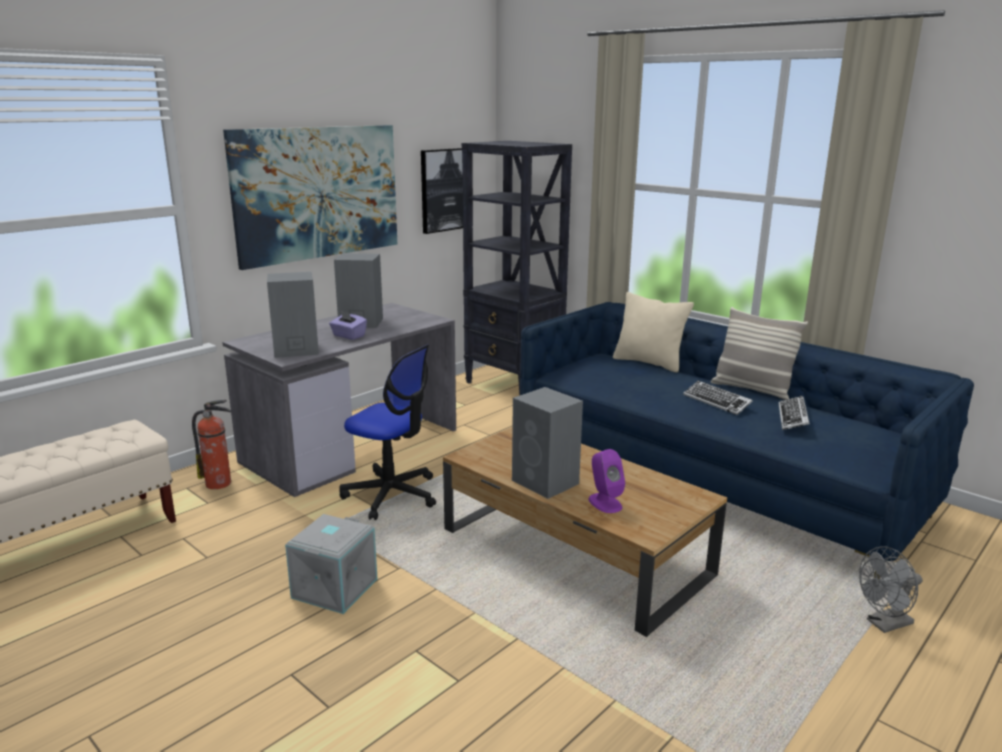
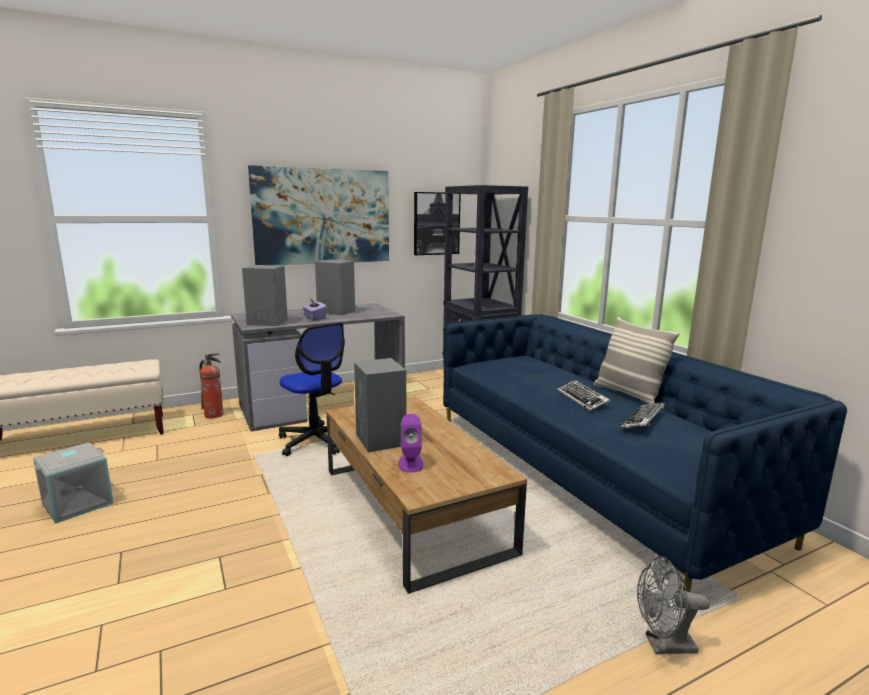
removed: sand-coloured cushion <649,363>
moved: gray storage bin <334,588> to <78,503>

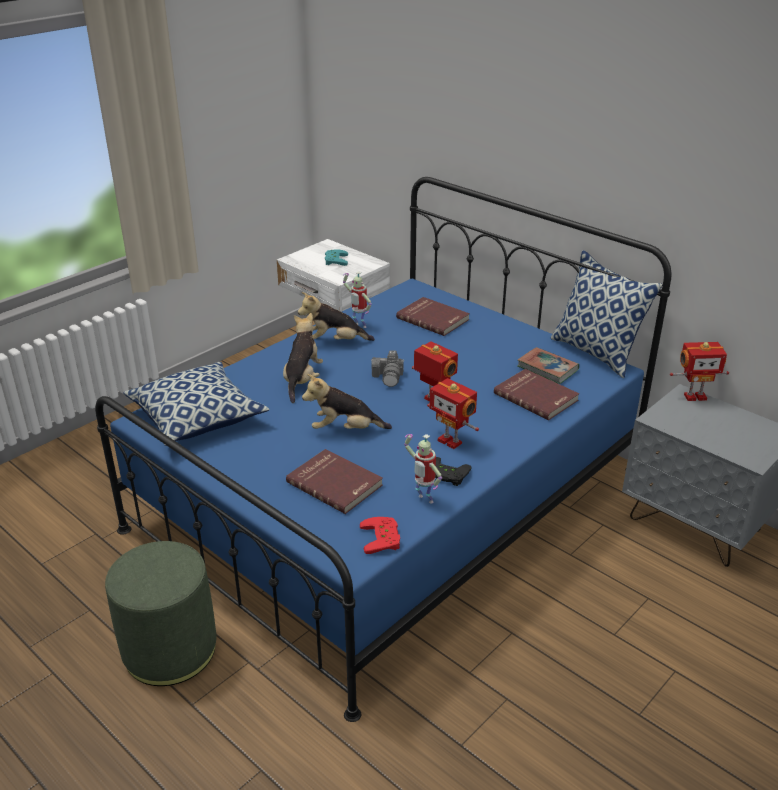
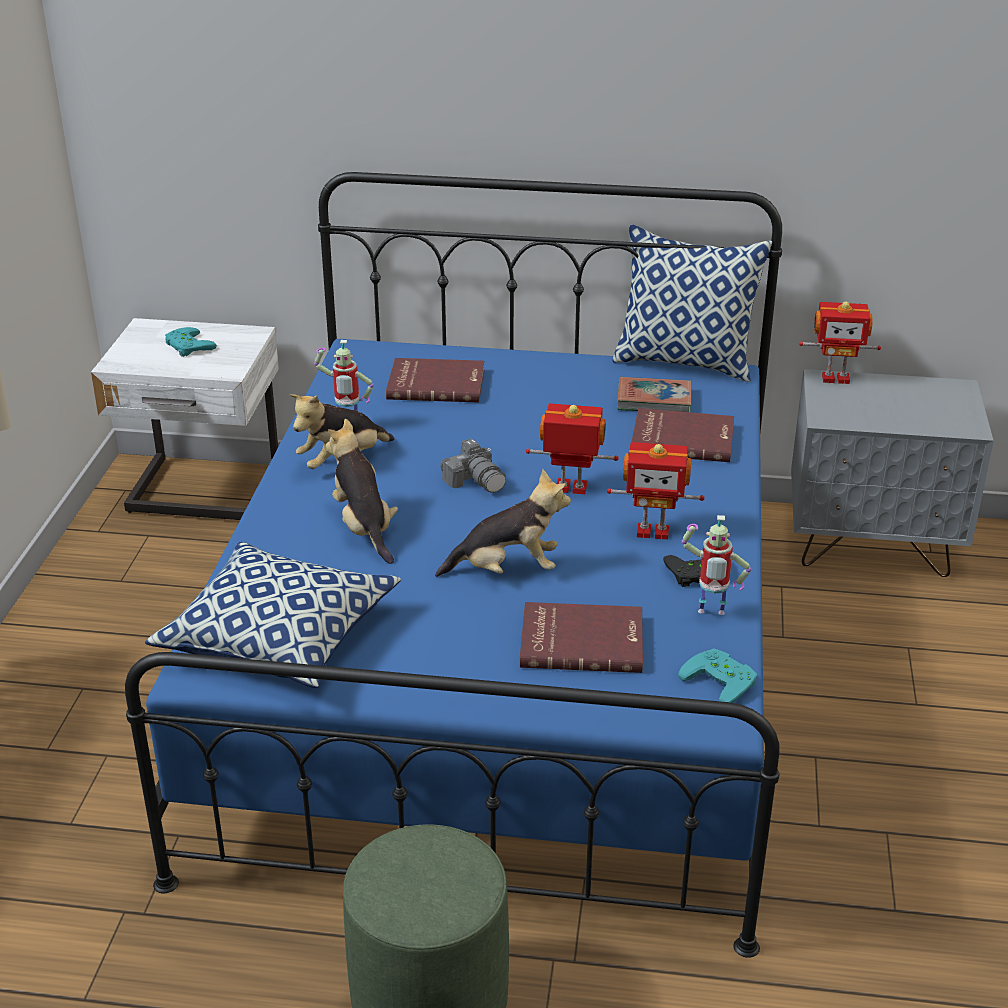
recoloured: red joypad <383,538> to turquoise joypad <722,680>
turned: soft toy <345,430> = <507,570> 150 degrees counterclockwise; robot figure <694,396> = <835,378> 45 degrees clockwise

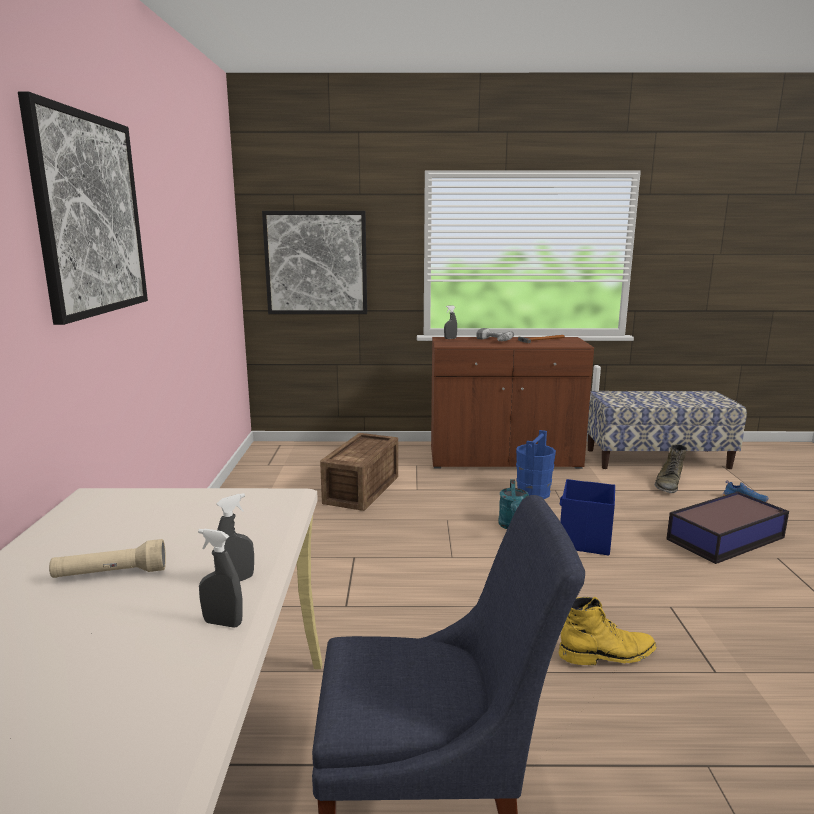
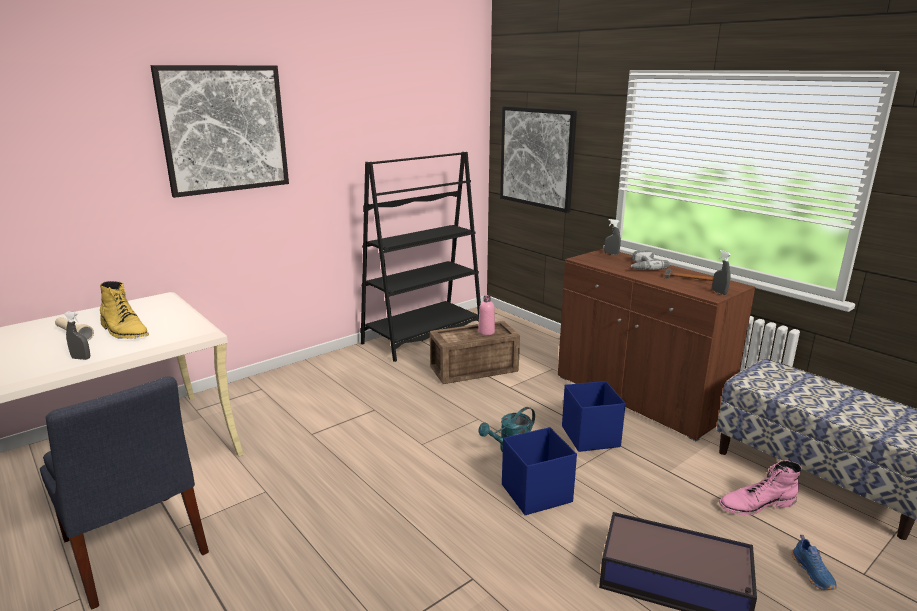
added: black bookcase <423,337>; pink-coloured drink bottle <486,332>
moved: gray hand sprayer <223,623> to <719,292>; yellowish tall boot <607,654> to <124,331>
replaced: blue-coloured pail <533,493> to blue-coloured storage bin <590,436>
recoloured: greenish tall boot <668,484> to pink-coloured tall boot <756,504>

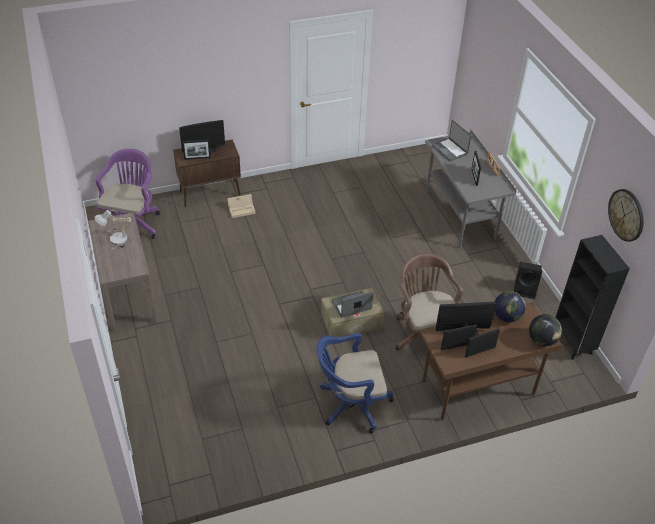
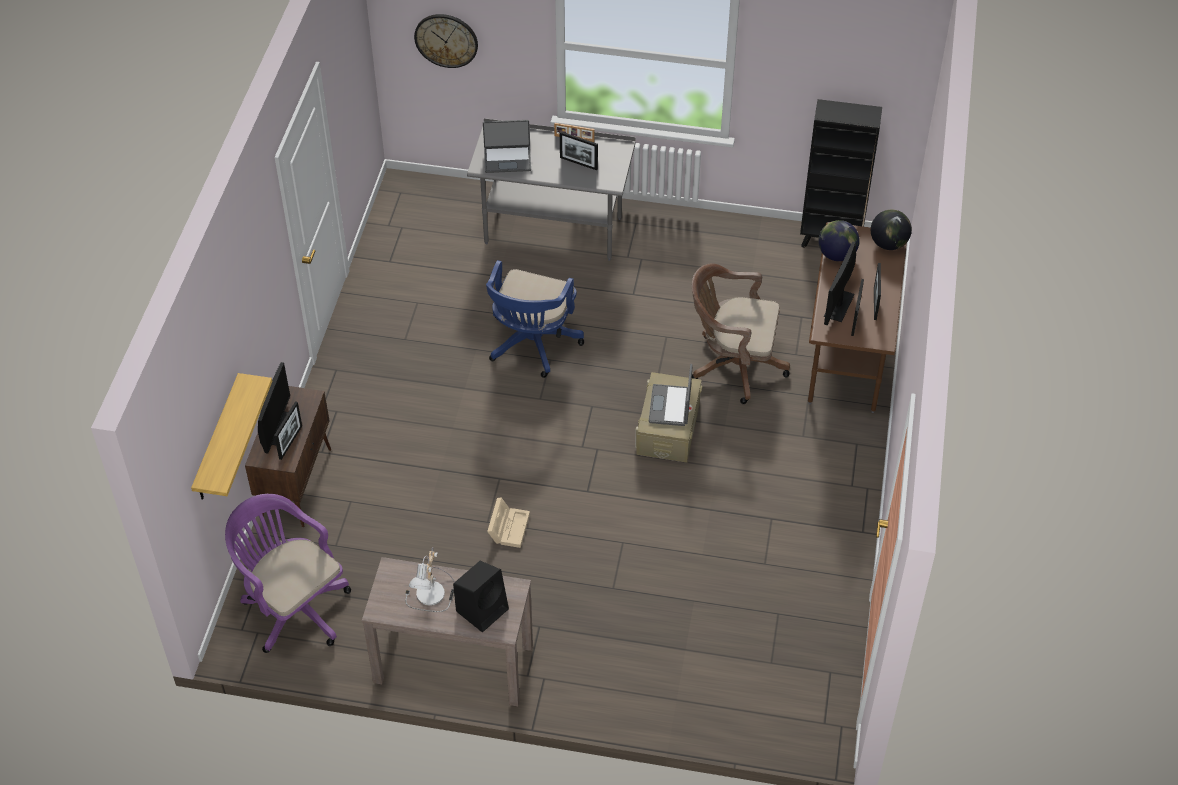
added: wall shelf <217,440>
moved: sand-coloured storage bin <242,209> to <509,527>; blue-coloured office chair <350,404> to <532,346>; black audio speaker <525,289> to <483,609>; wall clock <626,215> to <446,40>

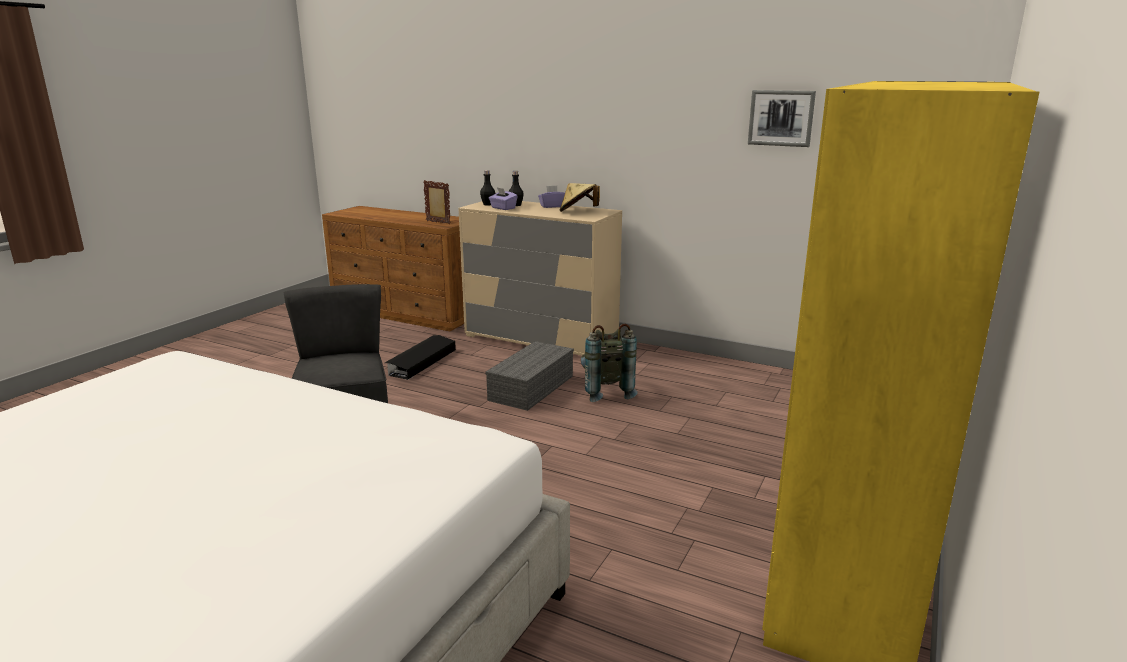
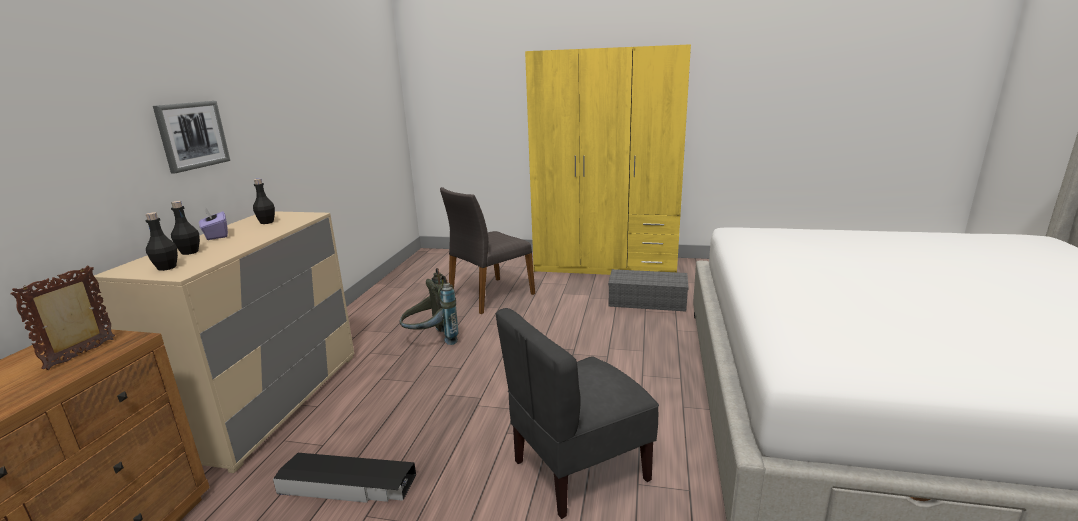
removed: purple-coloured tissue box <503,208>
added: gray chair <490,296>
moved: gray storage bin <531,387> to <646,301>; picture <781,118> to <192,135>
replaced: sand-coloured wearable hat <578,212> to black drink bottle <267,222>

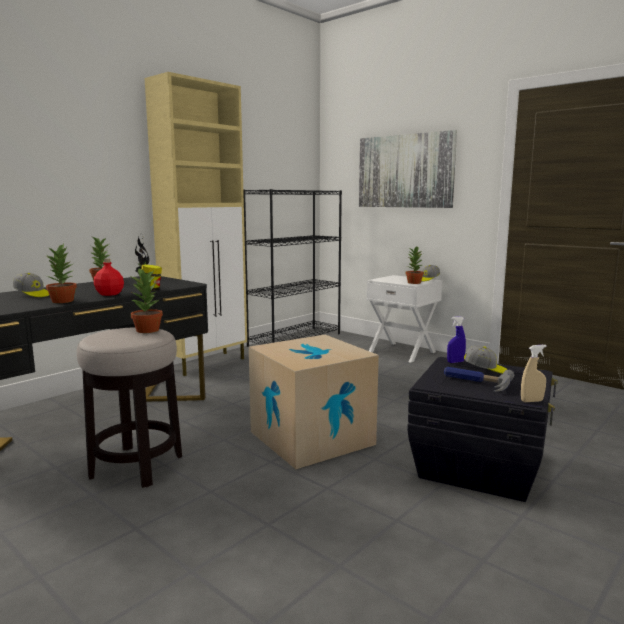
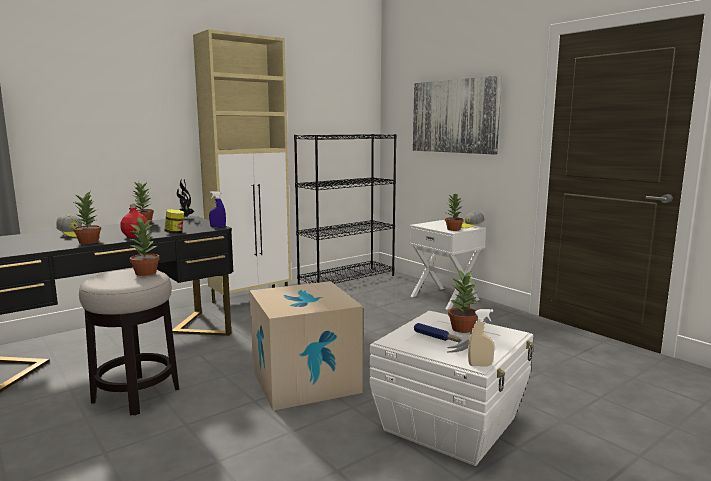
moved: blue-coloured hand sprayer <455,362> to <218,227>
replaced: peaked cap <486,370> to plant in a pot <462,328>
recoloured: black storage bin <479,466> to white-coloured storage bin <451,424>

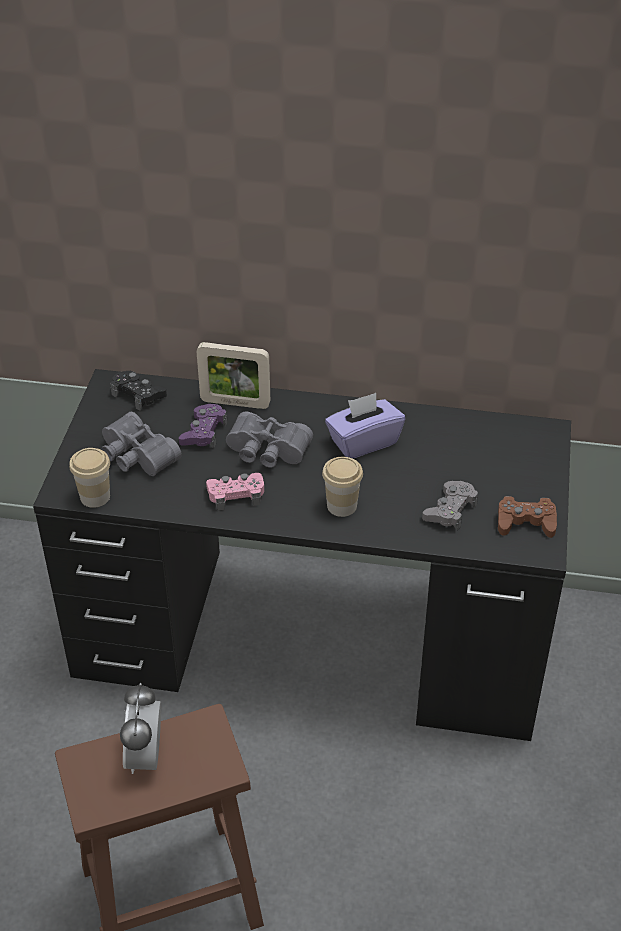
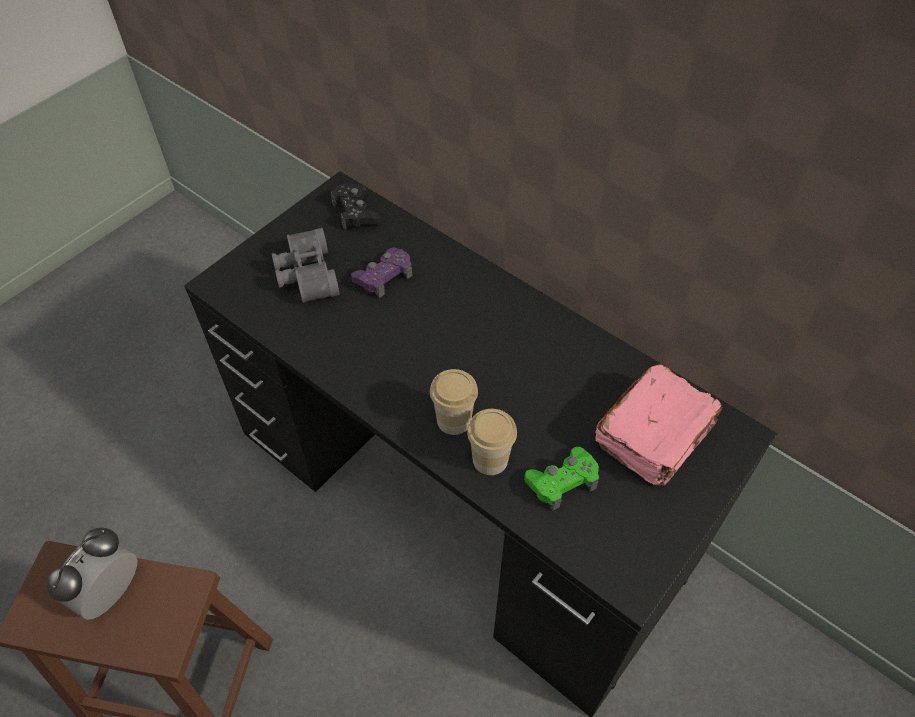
removed: standing frame <235,403>; pink-coloured joypad <236,495>; gray binoculars <266,452>; purple-coloured tissue box <363,441>; brown joypad <525,522>
added: pink-coloured bound book <655,435>
moved: small cup <95,497> to <490,459>
recoloured: gray joypad <450,510> to greenish joypad <562,481>

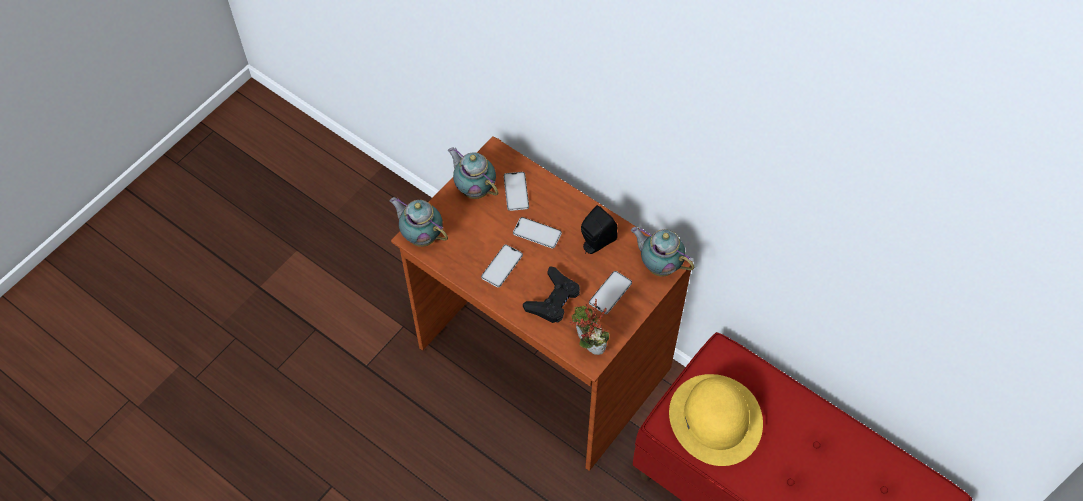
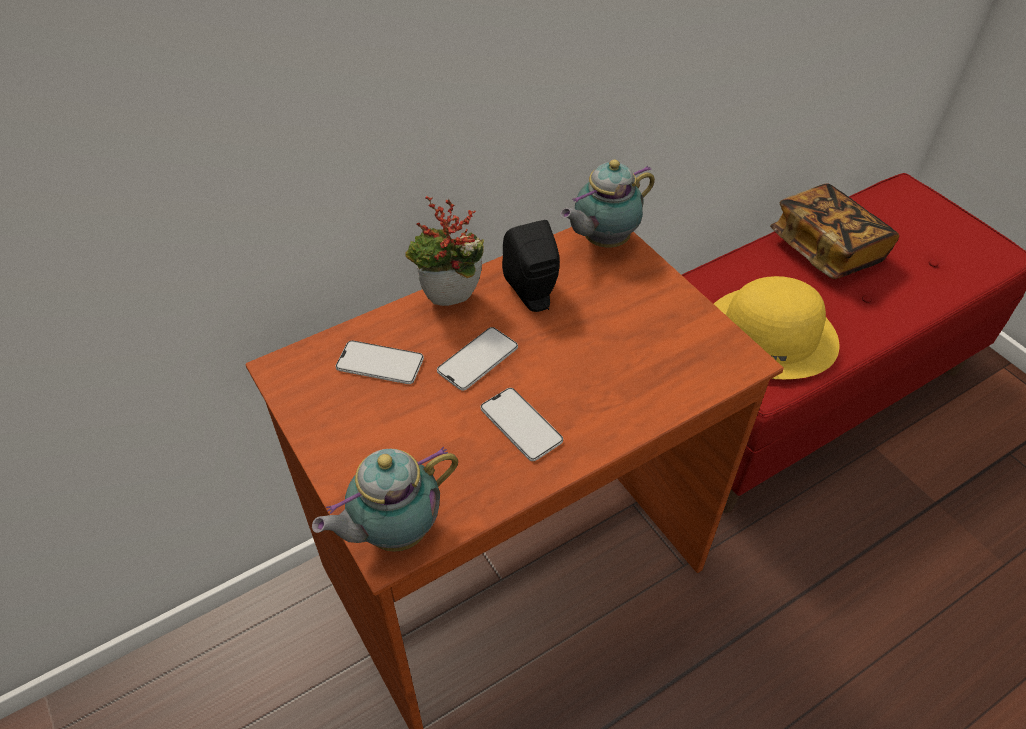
removed: tea pot <474,189>; black joypad <553,299>; handset <610,292>
added: bound book <826,249>
moved: plant in a pot <587,346> to <450,303>

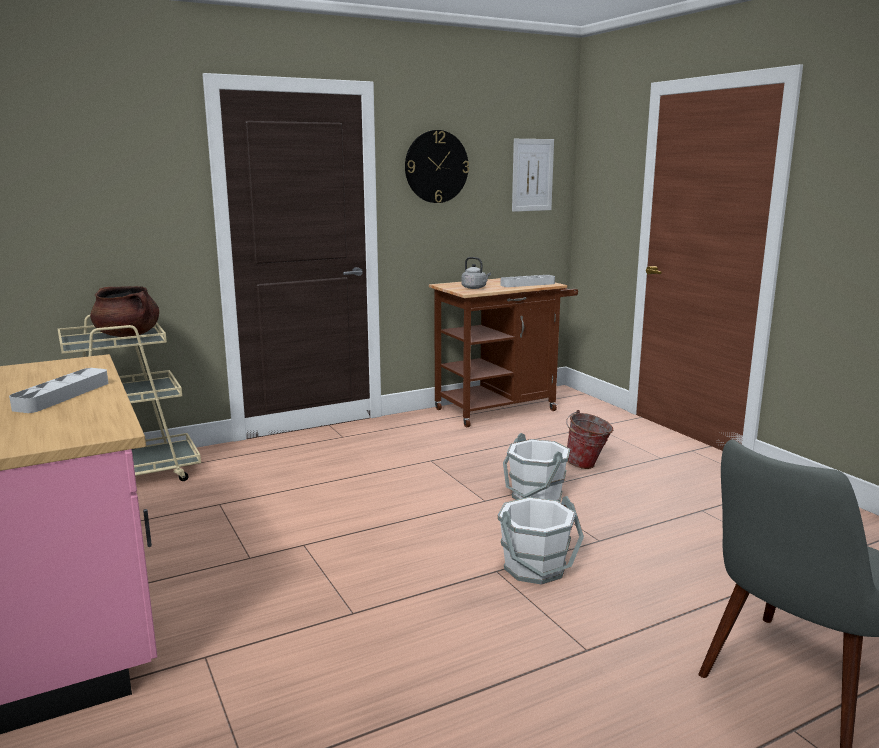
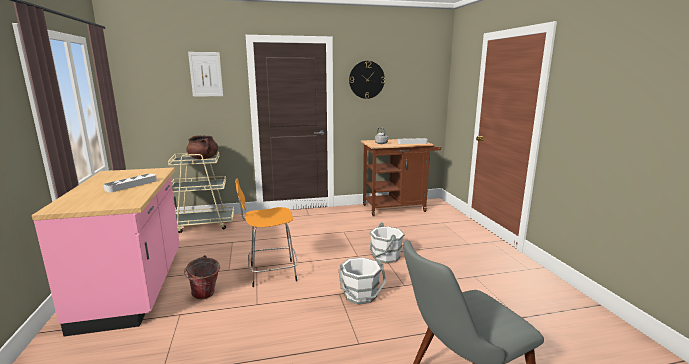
added: orange-coloured sitting stool <271,273>
moved: picture <532,175> to <206,74>; pail <587,466> to <205,296>

